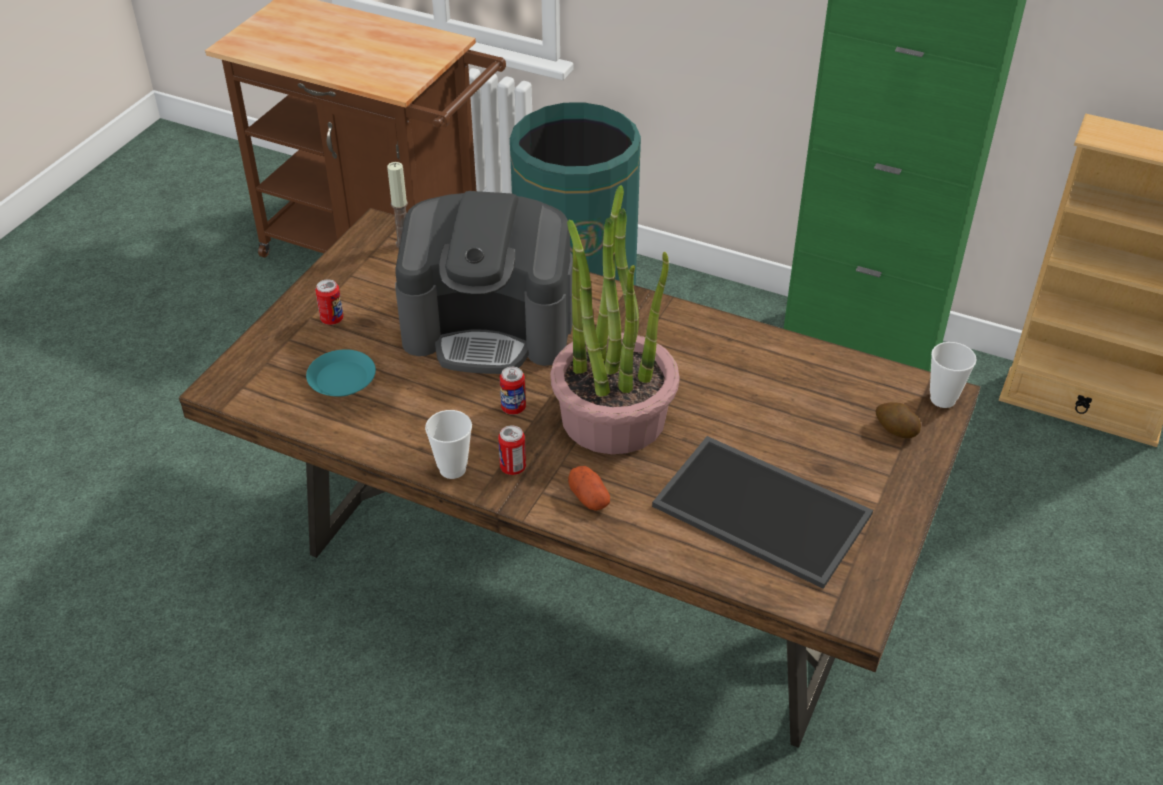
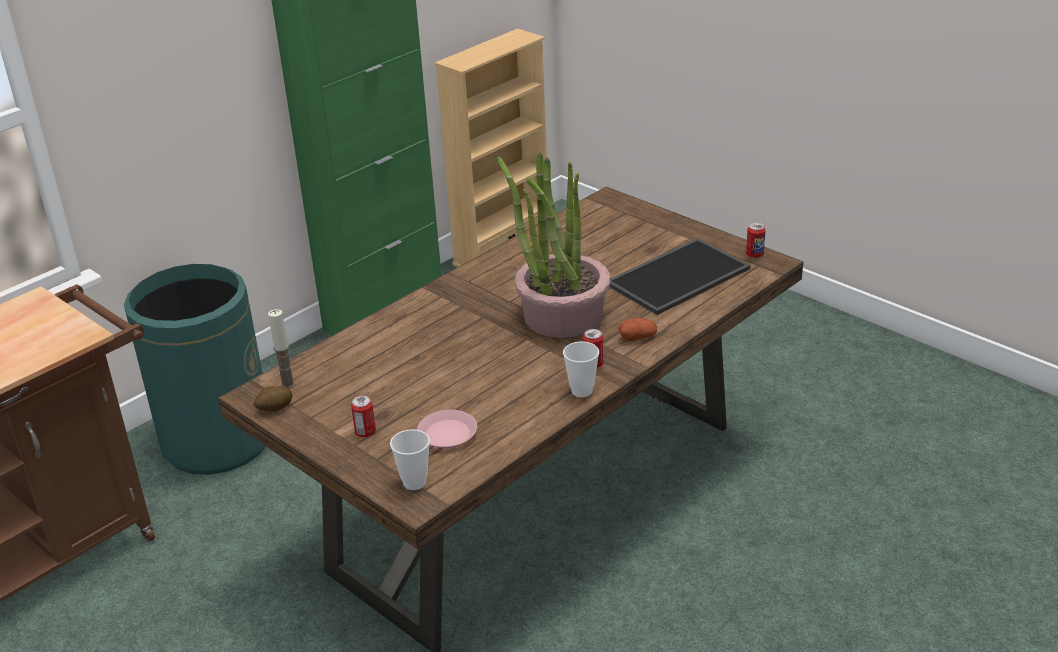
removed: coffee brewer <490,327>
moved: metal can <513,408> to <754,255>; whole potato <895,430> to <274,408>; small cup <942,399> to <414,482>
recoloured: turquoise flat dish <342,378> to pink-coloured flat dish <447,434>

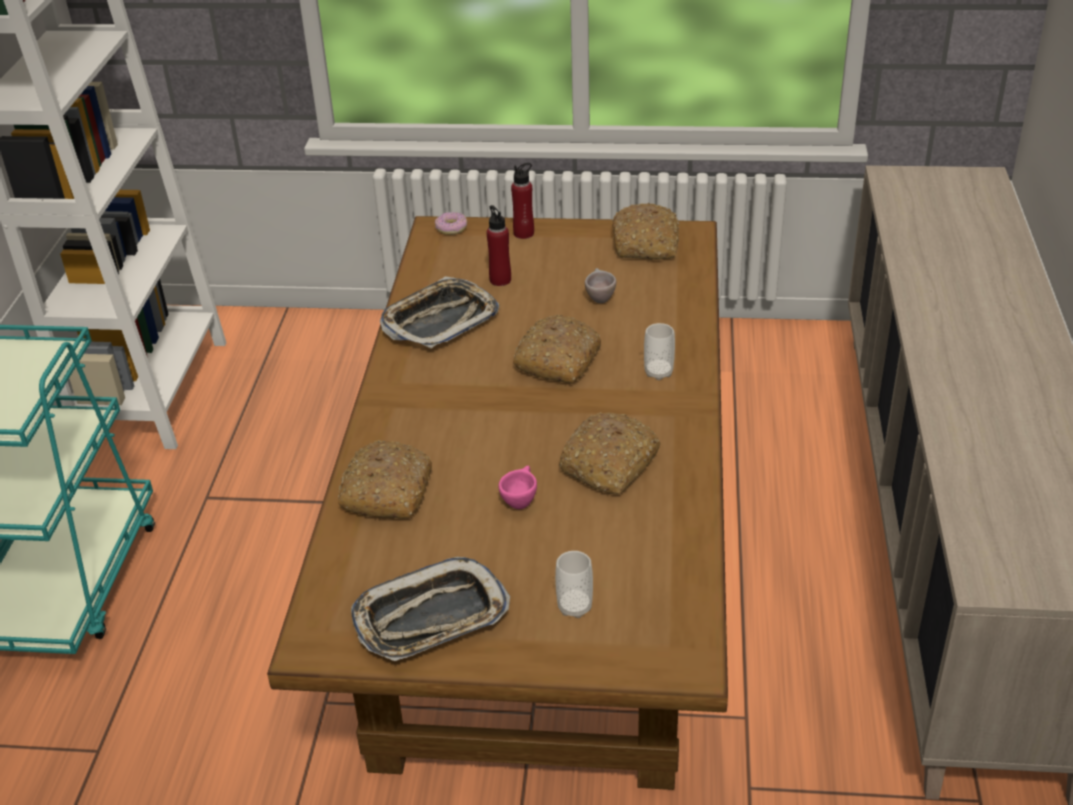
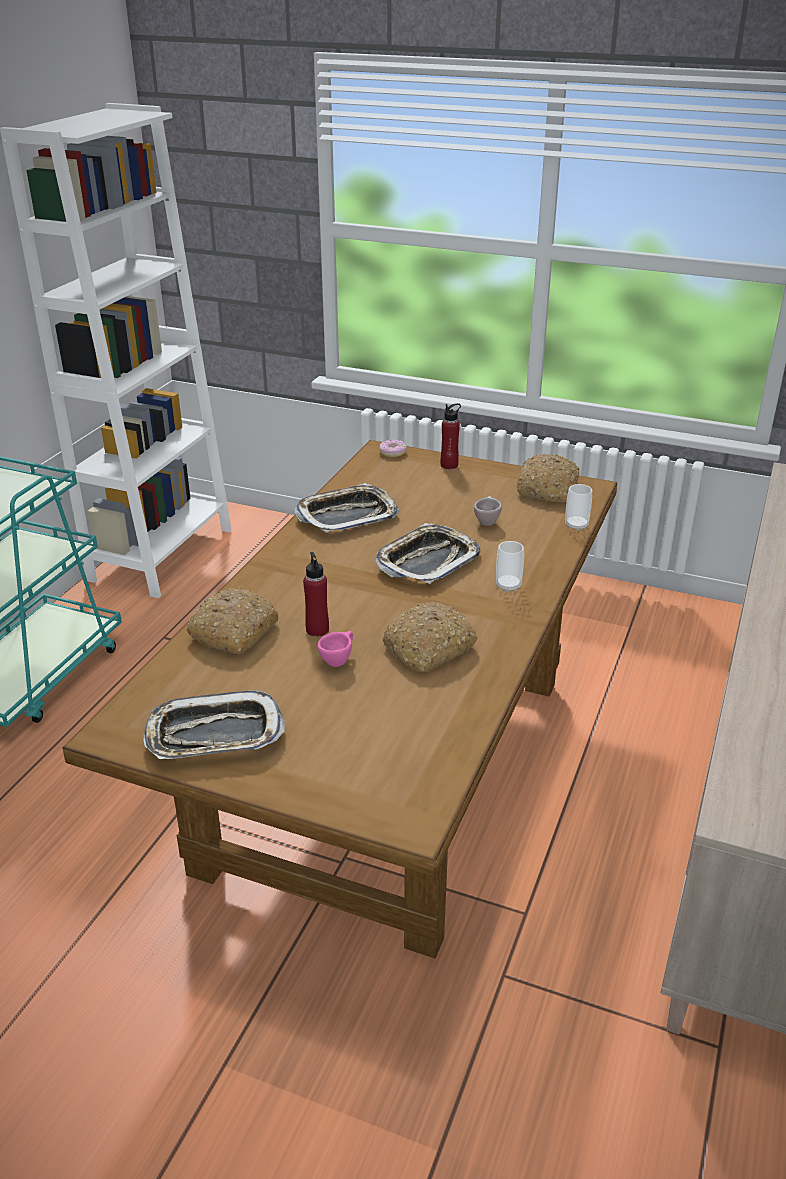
moved: red drink bottle <500,280> to <317,630>; small cup <574,607> to <576,526>
replaced: baked bread <557,359> to serving tray <427,561>

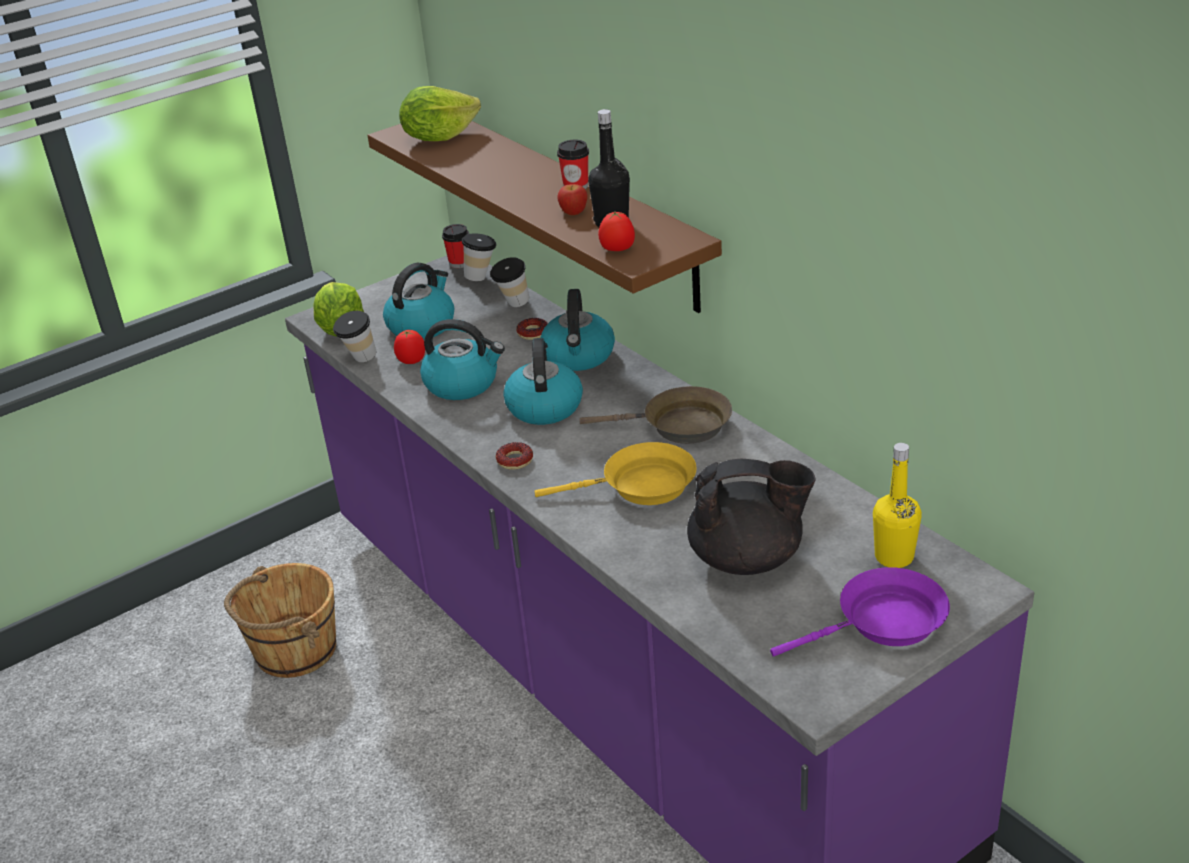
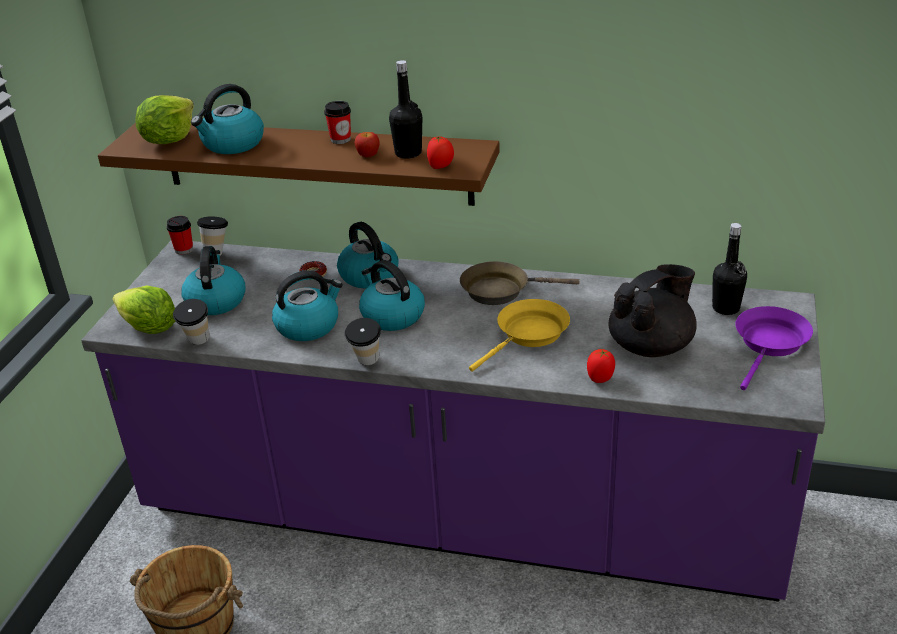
removed: doughnut <514,460>
added: water kettle <232,144>
moved: tomato <411,361> to <600,378>; small cup <513,305> to <366,363>
recoloured: yellowish drink bottle <894,557> to black drink bottle <726,308>
turned: brown skillet <679,426> = <501,290> 150 degrees counterclockwise

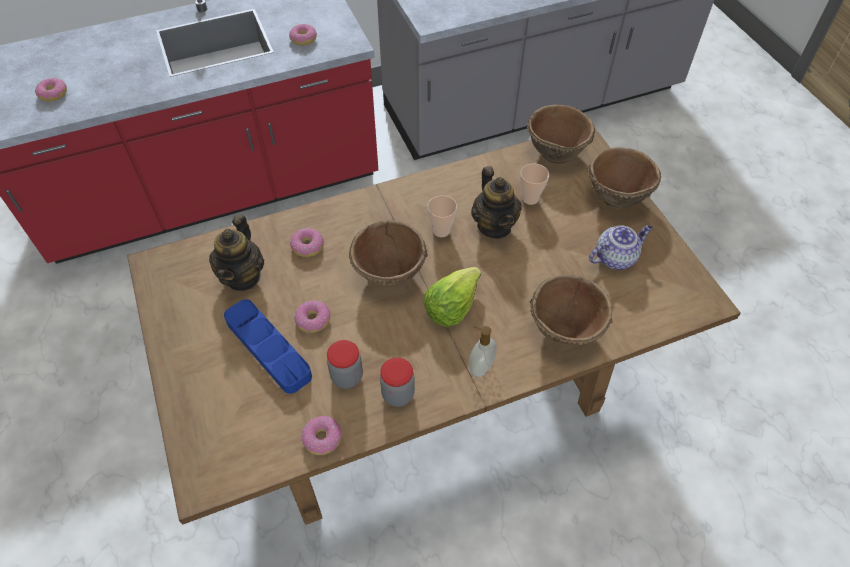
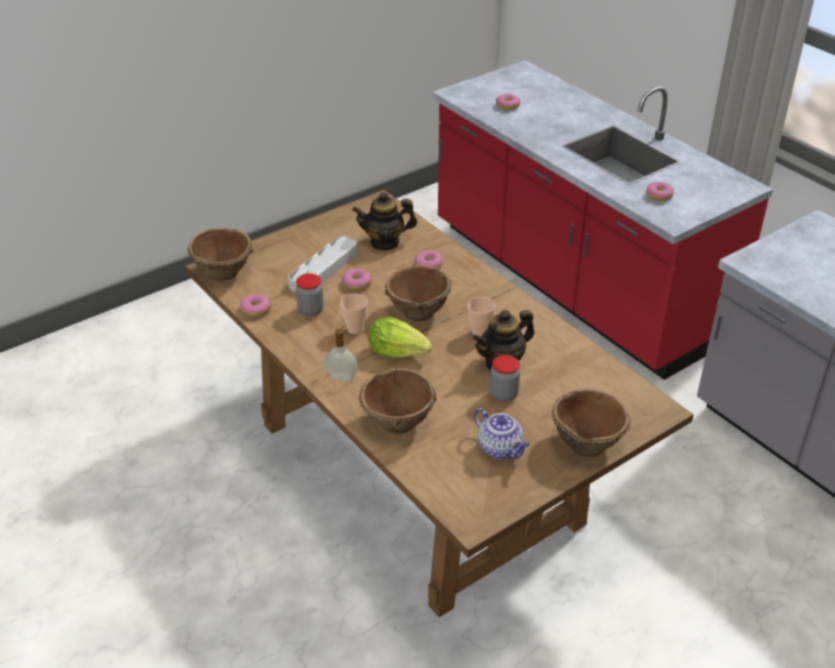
moved: preserve jar <398,394> to <503,394>; small cup <530,199> to <355,329>; brown bowl <555,152> to <224,272>
recoloured: blue-coloured serving tray <268,349> to gray serving tray <323,269>

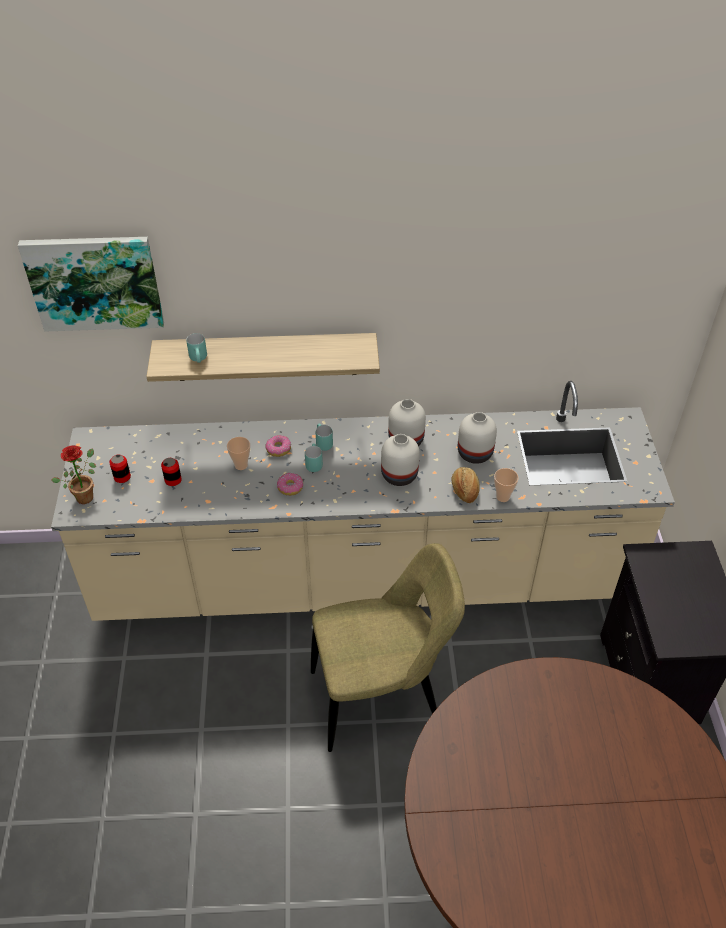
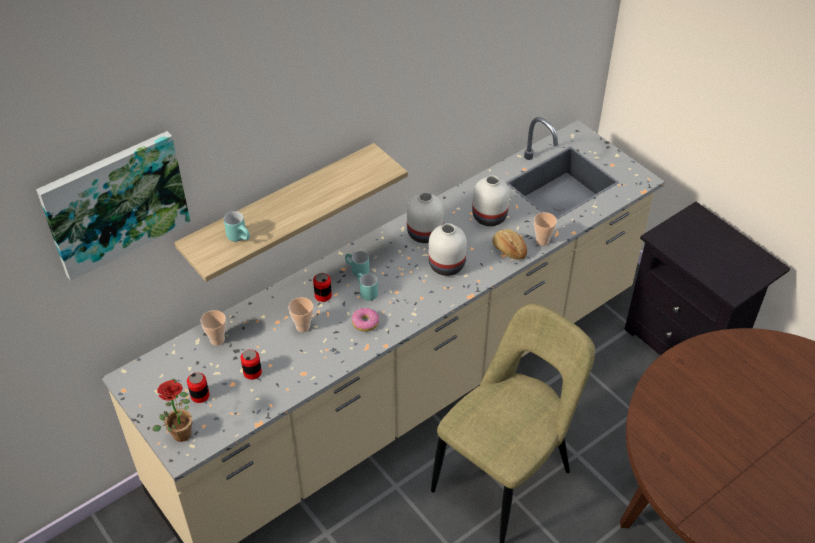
added: small cup <217,340>
replaced: doughnut <278,449> to metal can <323,296>

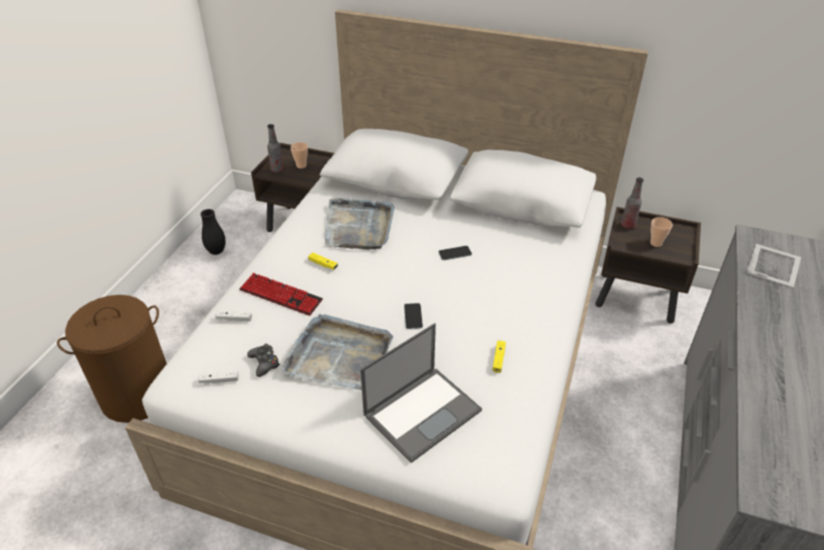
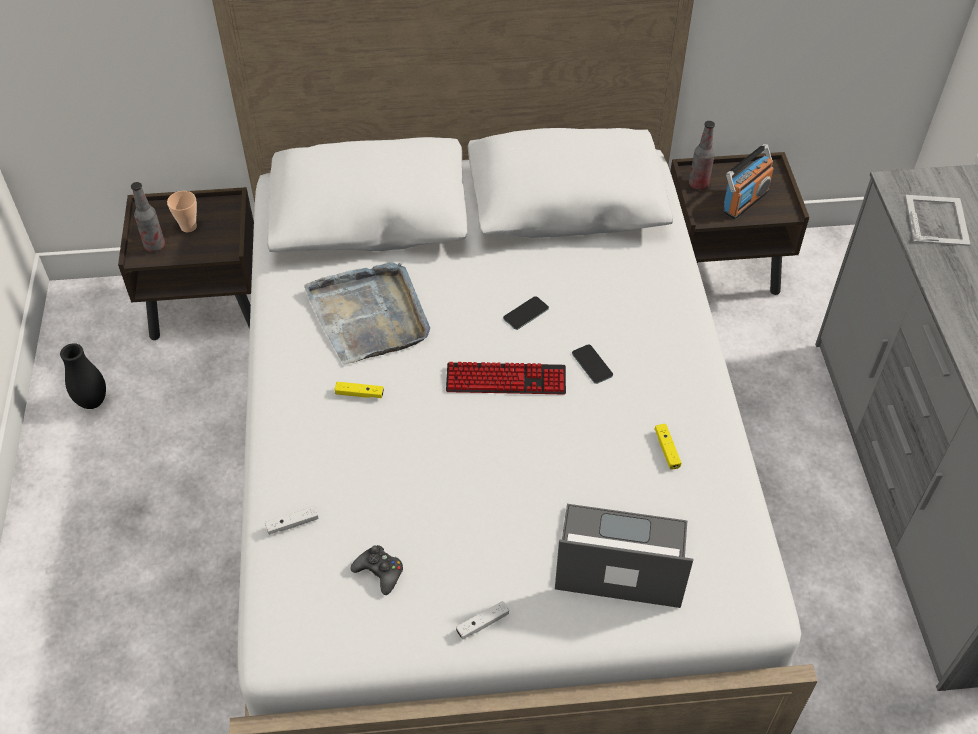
removed: brown laundry basket <137,395>; gray serving tray <339,355>
moved: white-coloured joypad <219,380> to <482,623>; computer keyboard <281,295> to <506,380>; handset <413,316> to <592,364>
replaced: small cup <656,243> to radio receiver <745,201>
turned: laptop <423,411> = <619,556> 105 degrees counterclockwise

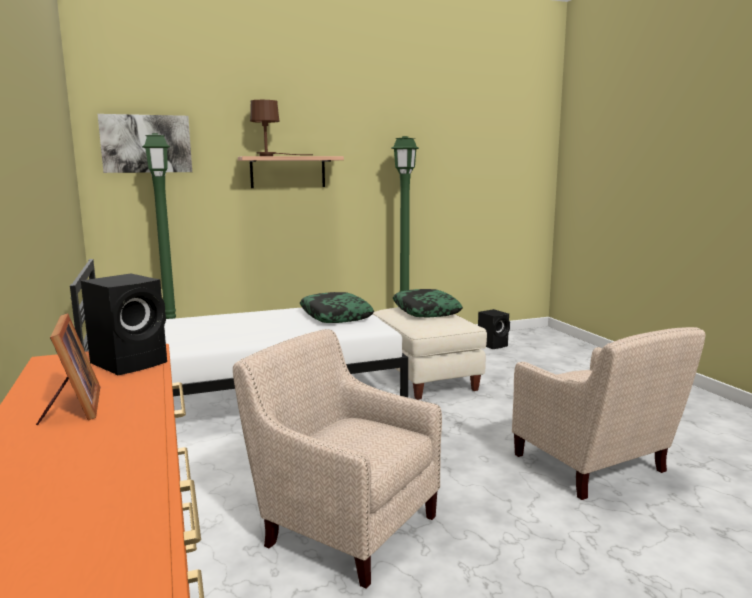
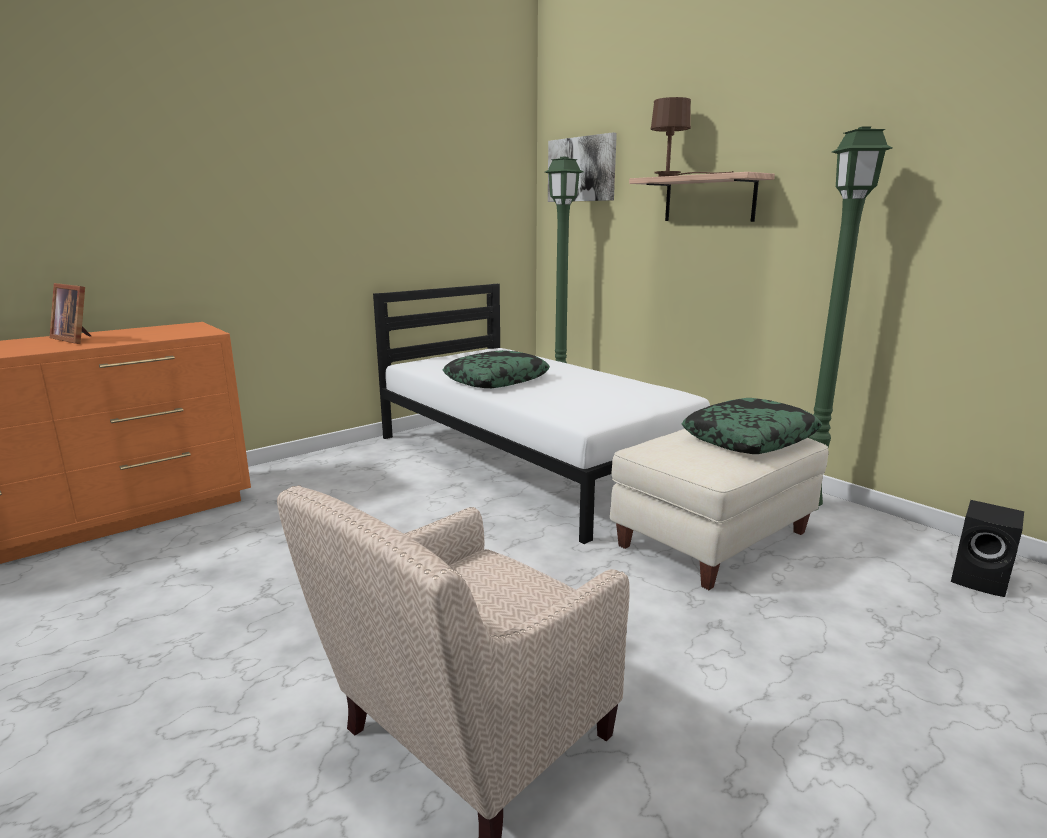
removed: black audio speaker <131,362>; sand-coloured easy chair <344,525>
moved: cushion <335,316> to <496,380>
turned: standing frame <73,408> = <76,339> 75 degrees clockwise

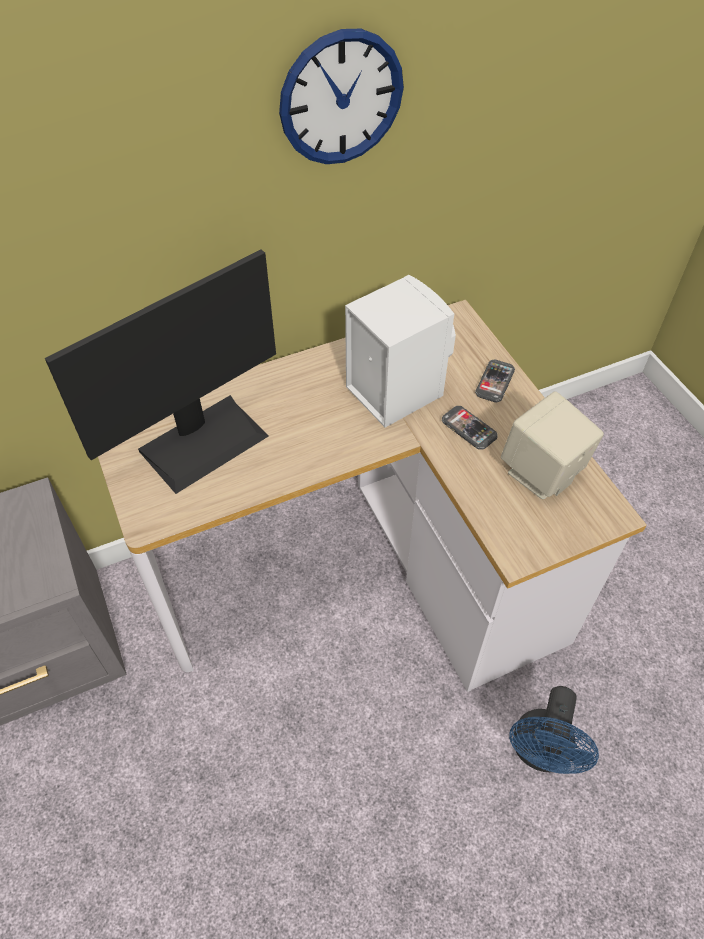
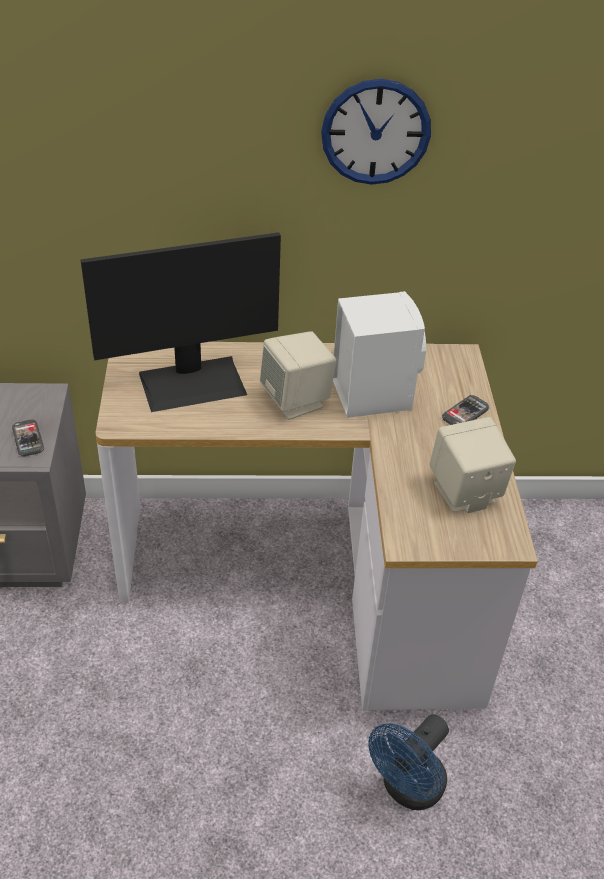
added: sand-coloured audio speaker <296,400>
moved: handset <469,429> to <28,439>

